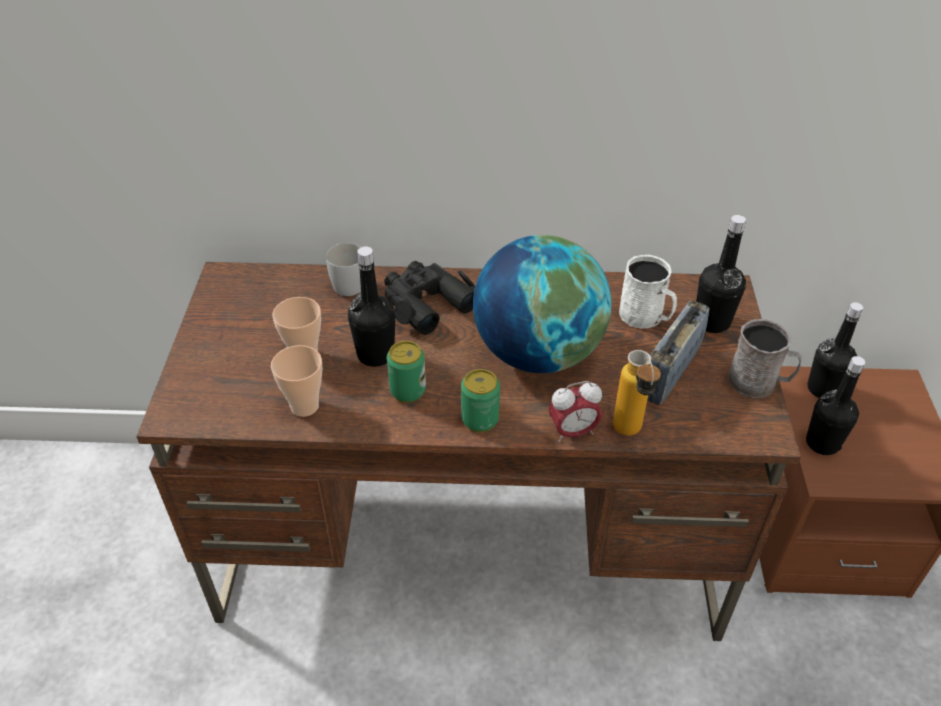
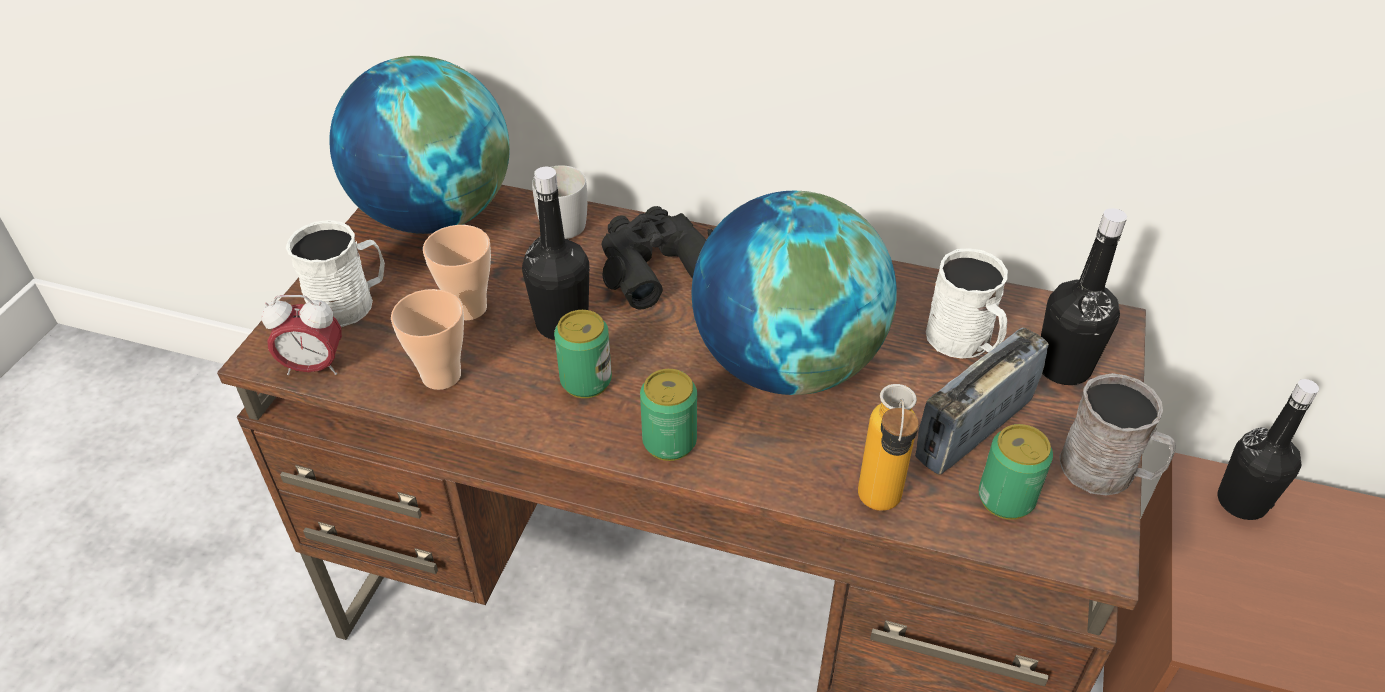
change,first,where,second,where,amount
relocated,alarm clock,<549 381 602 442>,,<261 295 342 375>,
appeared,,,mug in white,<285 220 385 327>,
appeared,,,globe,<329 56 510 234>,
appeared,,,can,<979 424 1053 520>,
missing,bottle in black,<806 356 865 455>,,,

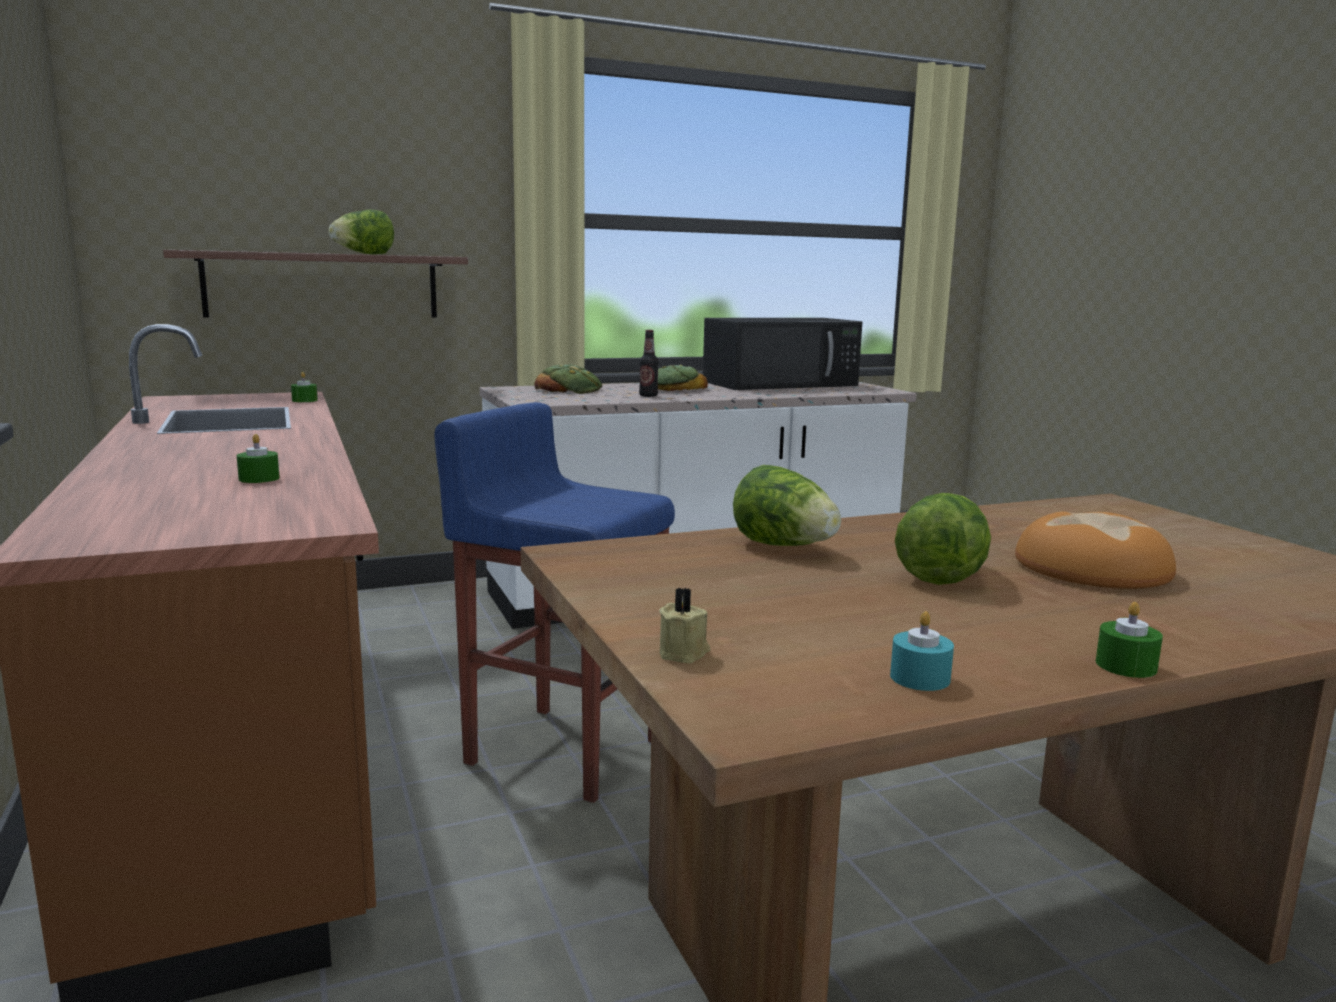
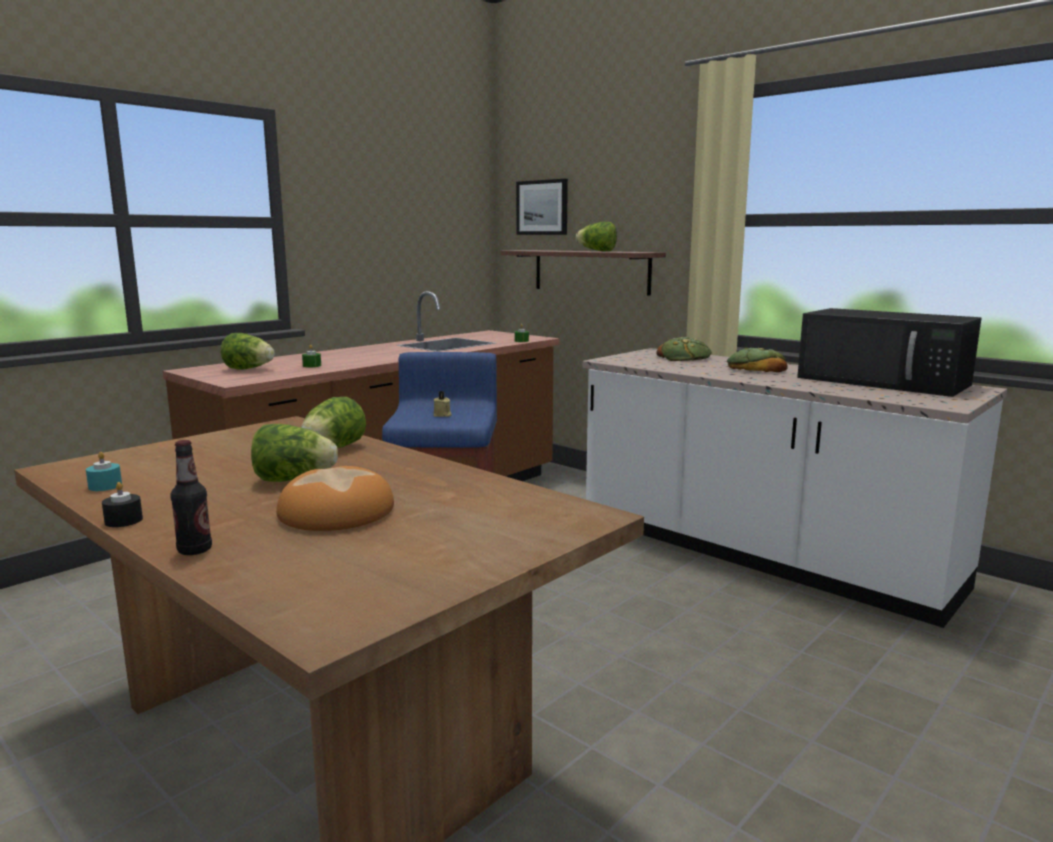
change,first,where,second,where,amount
colour,candle in green,<1096 602 1163 678>,candle in black,<102 482 143 527>,
relocated,bottle,<639 330 659 397>,,<170 440 212 555>,
appeared,,,lettuce,<220 333 275 370>,
relocated,candle in beige,<659 588 710 663>,,<434 391 452 417>,
appeared,,,picture,<516 179 568 235>,

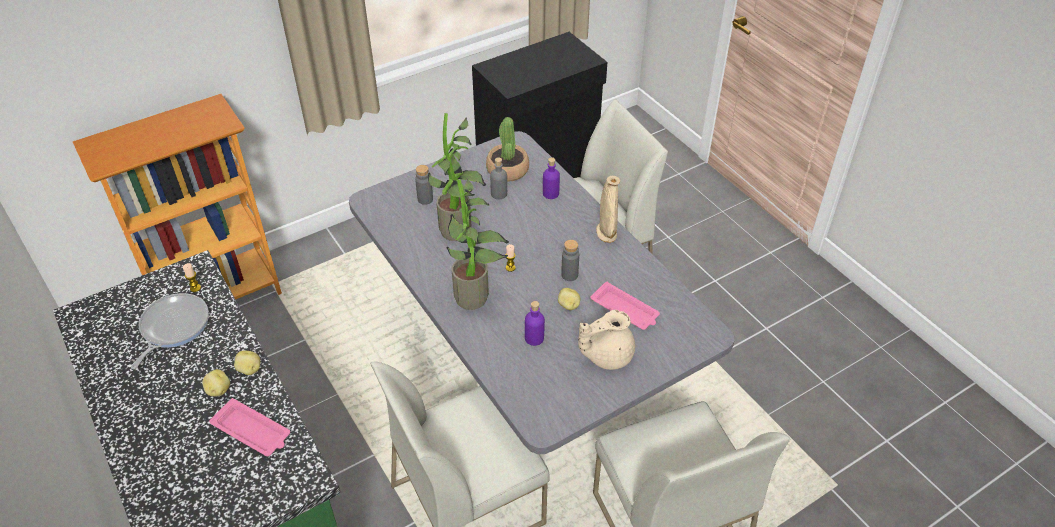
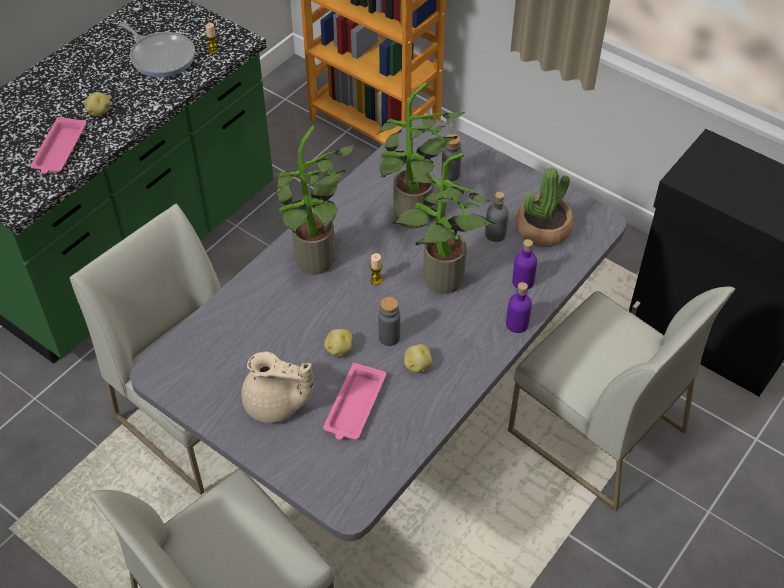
change,first,where,second,where,amount
spun,frying pan,<131 293 209 369>,,<119 22 195 77>,45 degrees clockwise
spun,teapot in beige,<578 310 635 370>,,<242 351 314 423>,150 degrees clockwise
appeared,,,potted plant,<392 152 496 294>,
relocated,potato,<234 350 261 375>,,<404 344 432 373>,
relocated,bottle in purple,<525 301 545 346>,,<506 282 532 333>,
missing,vase in beige,<596 175 620 243>,,,

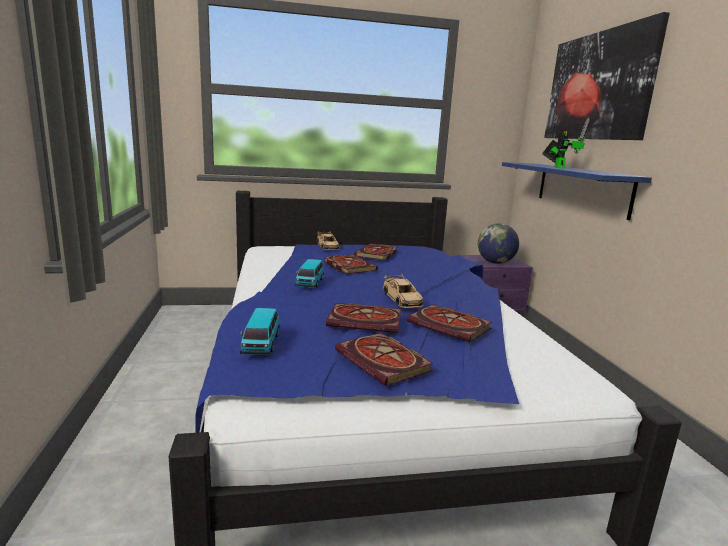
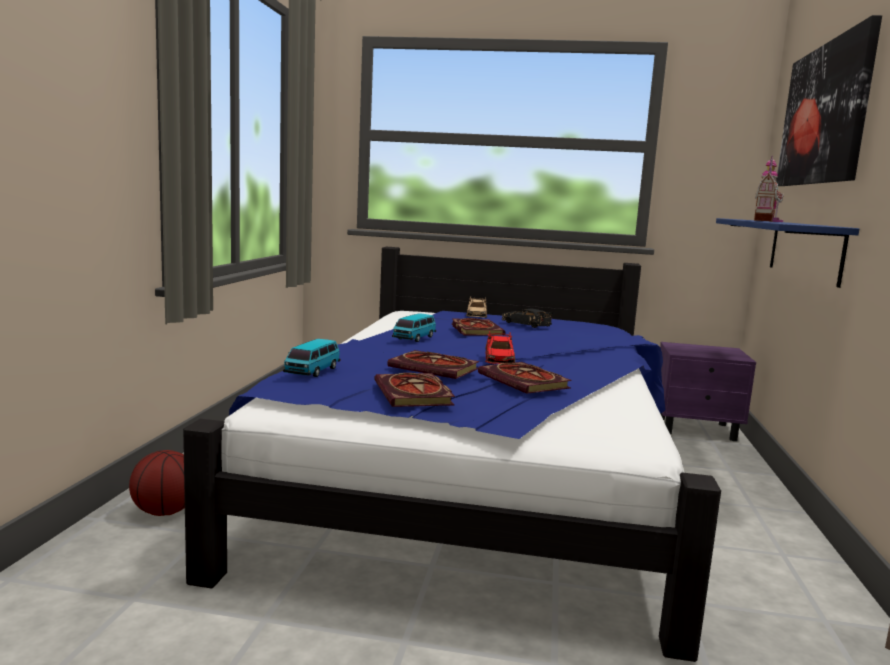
change,first,where,second,where,amount
appeared,,,basketball,<129 450 185 516>,
colour,toy car in beige,<382 274 423 308>,toy car in red,<485 331 516 364>,
exchanged,book,<354 244 398 260>,toy car in black,<501 309 553 328>,
exchanged,toy robot,<542 118 590 168>,toy house,<754 155 784 222>,
missing,globe,<478 223 519 264>,,,

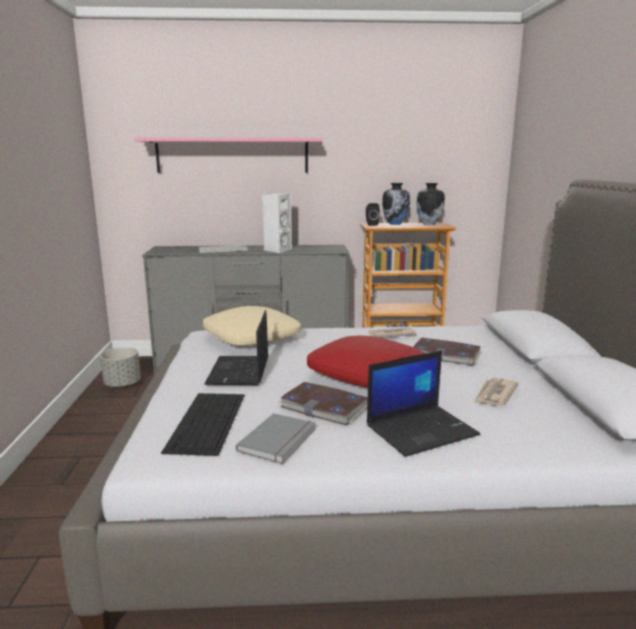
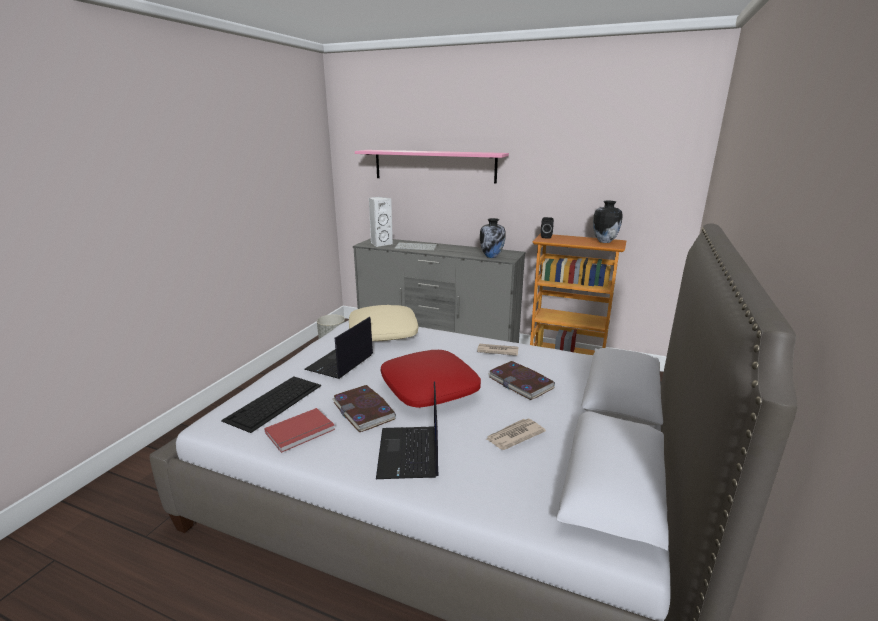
change,first,where,second,where,amount
colour,book in grey,<236 413 316 464>,book in red,<264 408 335 453>,
relocated,speaker in white,<262 193 292 253>,,<369 197 393 247>,
spun,laptop,<367 350 480 457>,,<376 382 439 479>,90 degrees clockwise
relocated,vase,<382 183 410 225>,,<480 218 506 258>,

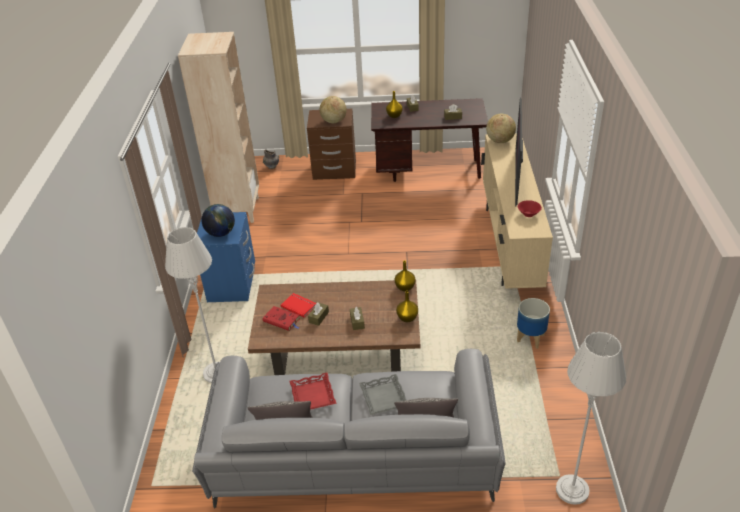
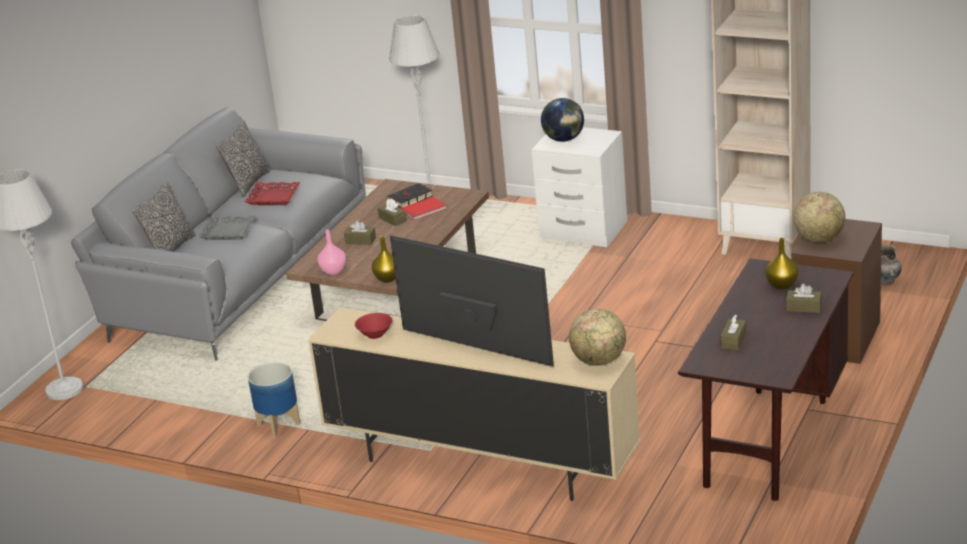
change,first,where,second,where,amount
colour,vase in yellow,<396 291 418 322>,vase in pink,<317 229 346 275>,
colour,book in red,<263 306 300 331>,book in black,<387 183 433 208>,
colour,nightstand in blue,<197 212 255 302>,nightstand in white,<531 127 627 247>,

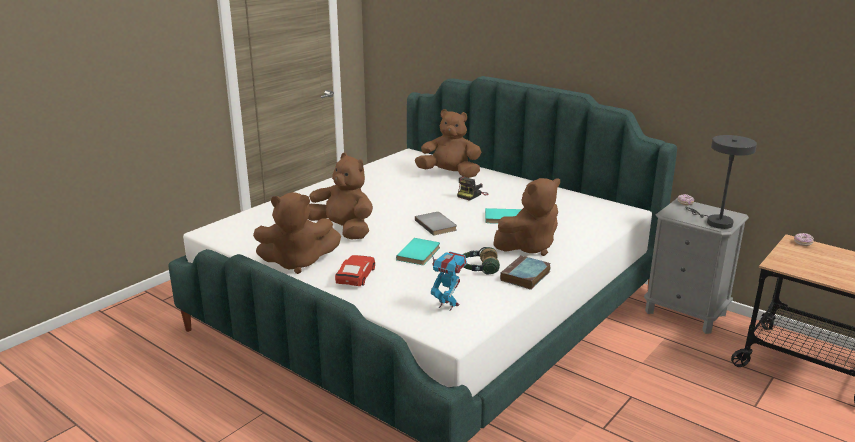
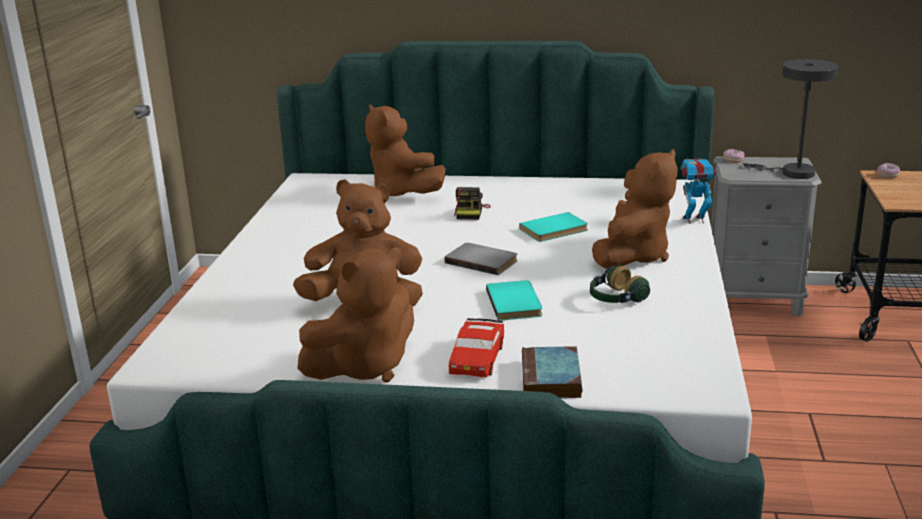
change,first,where,second,where,amount
spun,plush toy in brown,<415 109 481 178>,,<365 104 445 196>,105 degrees counterclockwise
spun,toy car in red,<335 255 375 286>,,<449 318 504 377>,150 degrees counterclockwise
relocated,book,<500 255 551 290>,,<522 347 582 398>,
relocated,toy robot,<431 252 467 311>,,<680 156 718 224>,

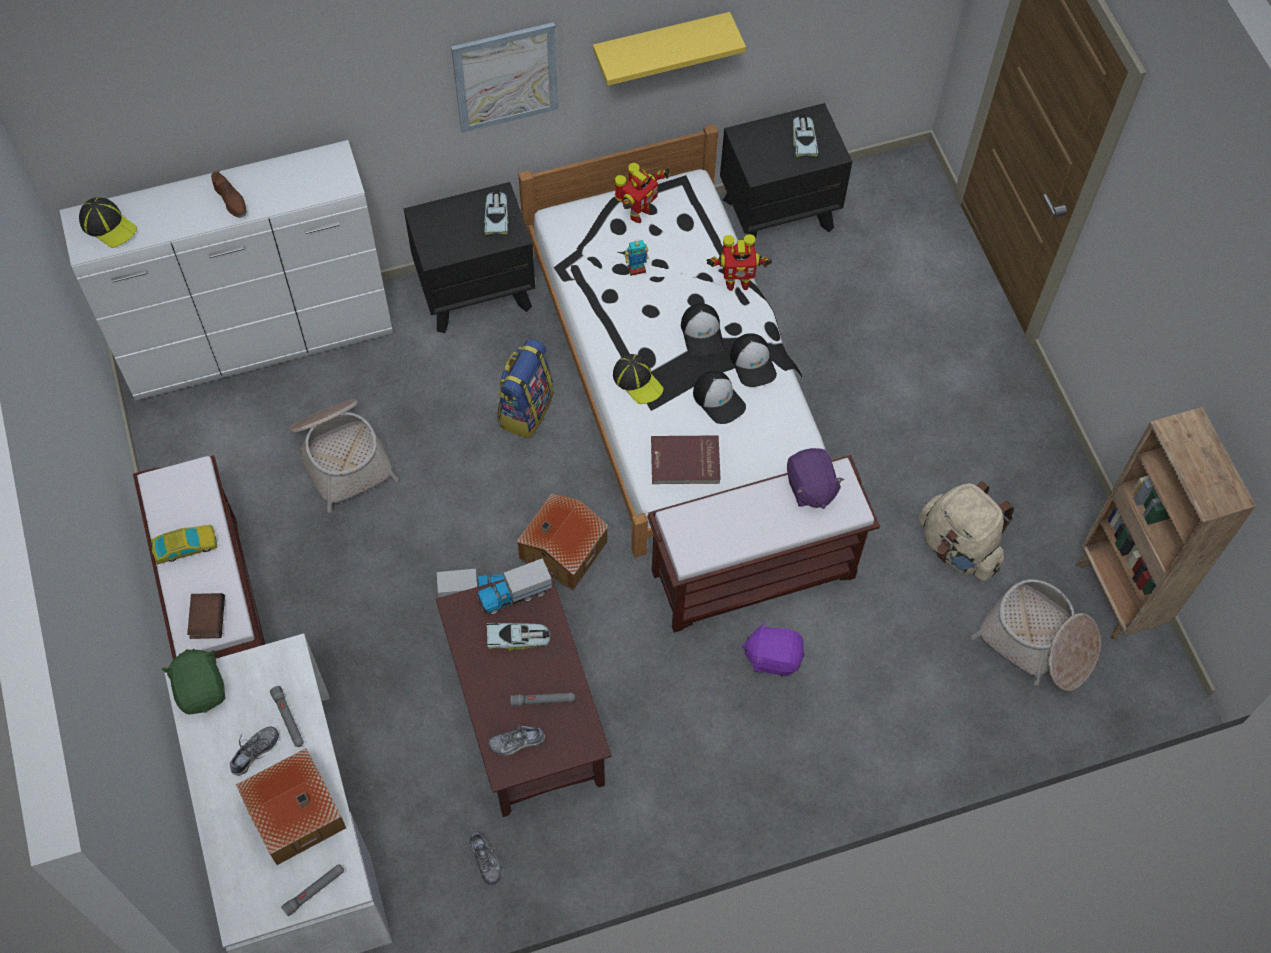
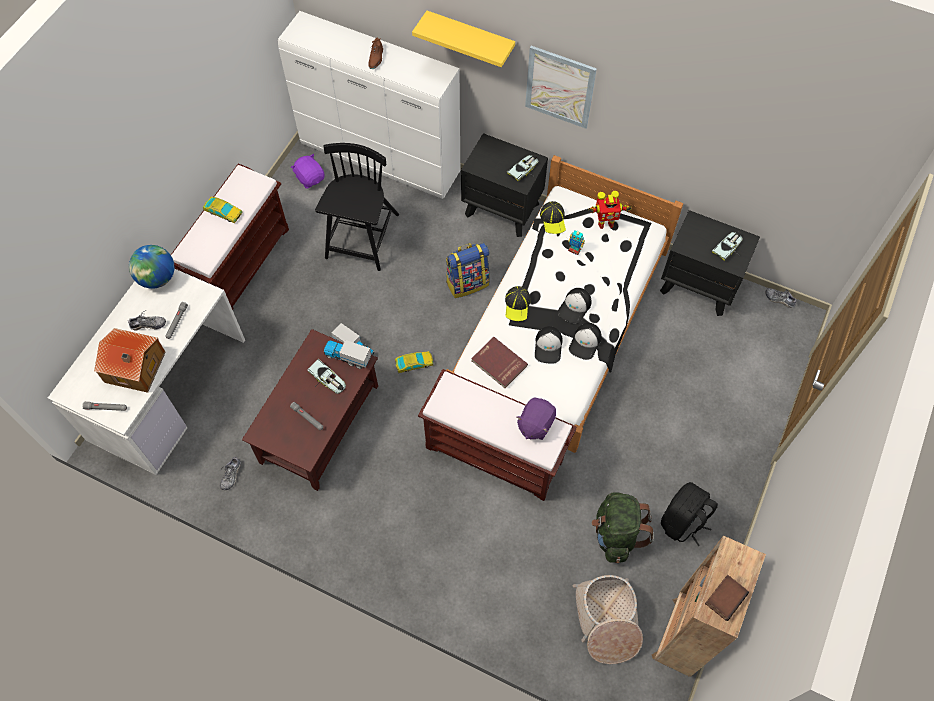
change,first,where,second,where,amount
exchanged,plush toy in green,<161 649 225 714>,globe,<129 245 174 289>,
relocated,plush toy in purple,<741 621 805 676>,,<291 154 325 189>,
exchanged,basket,<290 399 398 513>,chair in black,<315 143 399 271>,
exchanged,toy house,<516 493 608 590>,toy car,<395 351 433 373>,
relocated,shelf in yellow,<593 12 746 86>,,<412 11 515 67>,
relocated,cap,<79 197 137 248>,,<540 201 566 234>,
colour,backpack in beige,<918 481 1014 581>,backpack in green,<592 492 654 563>,
appeared,,,backpack in black,<661 482 718 546>,
relocated,book,<187 593 225 639>,,<705 575 749 621>,
relocated,shoe,<488 723 545 756>,,<765 288 796 308>,
missing,toy robot,<706 234 772 291>,,,

